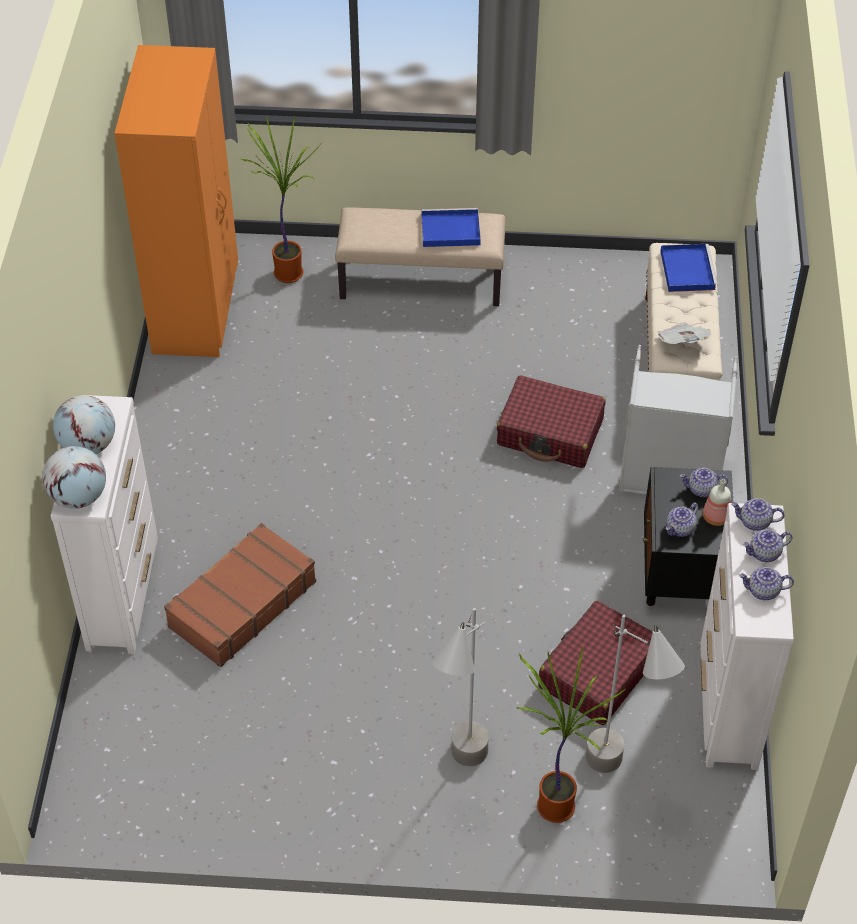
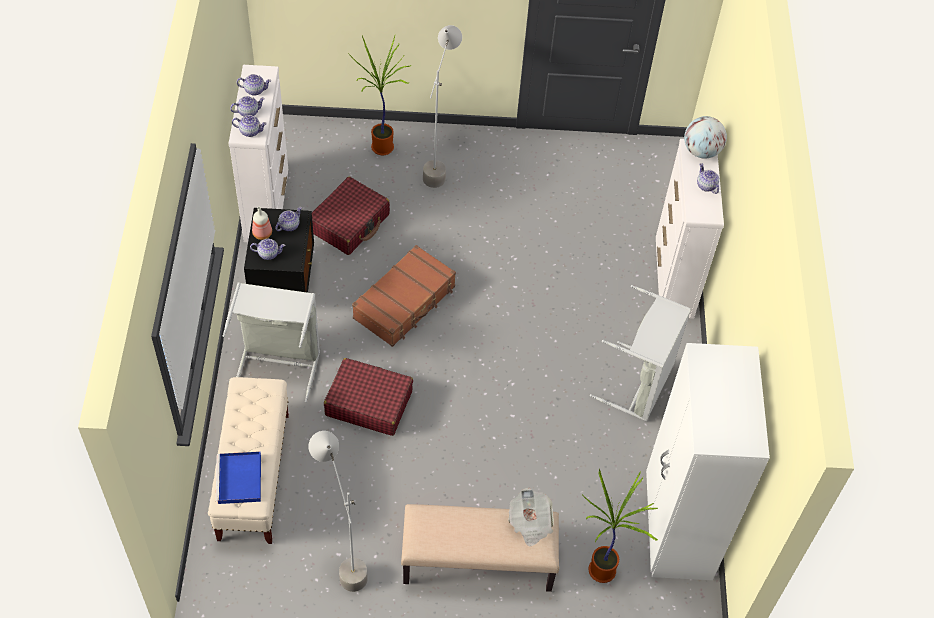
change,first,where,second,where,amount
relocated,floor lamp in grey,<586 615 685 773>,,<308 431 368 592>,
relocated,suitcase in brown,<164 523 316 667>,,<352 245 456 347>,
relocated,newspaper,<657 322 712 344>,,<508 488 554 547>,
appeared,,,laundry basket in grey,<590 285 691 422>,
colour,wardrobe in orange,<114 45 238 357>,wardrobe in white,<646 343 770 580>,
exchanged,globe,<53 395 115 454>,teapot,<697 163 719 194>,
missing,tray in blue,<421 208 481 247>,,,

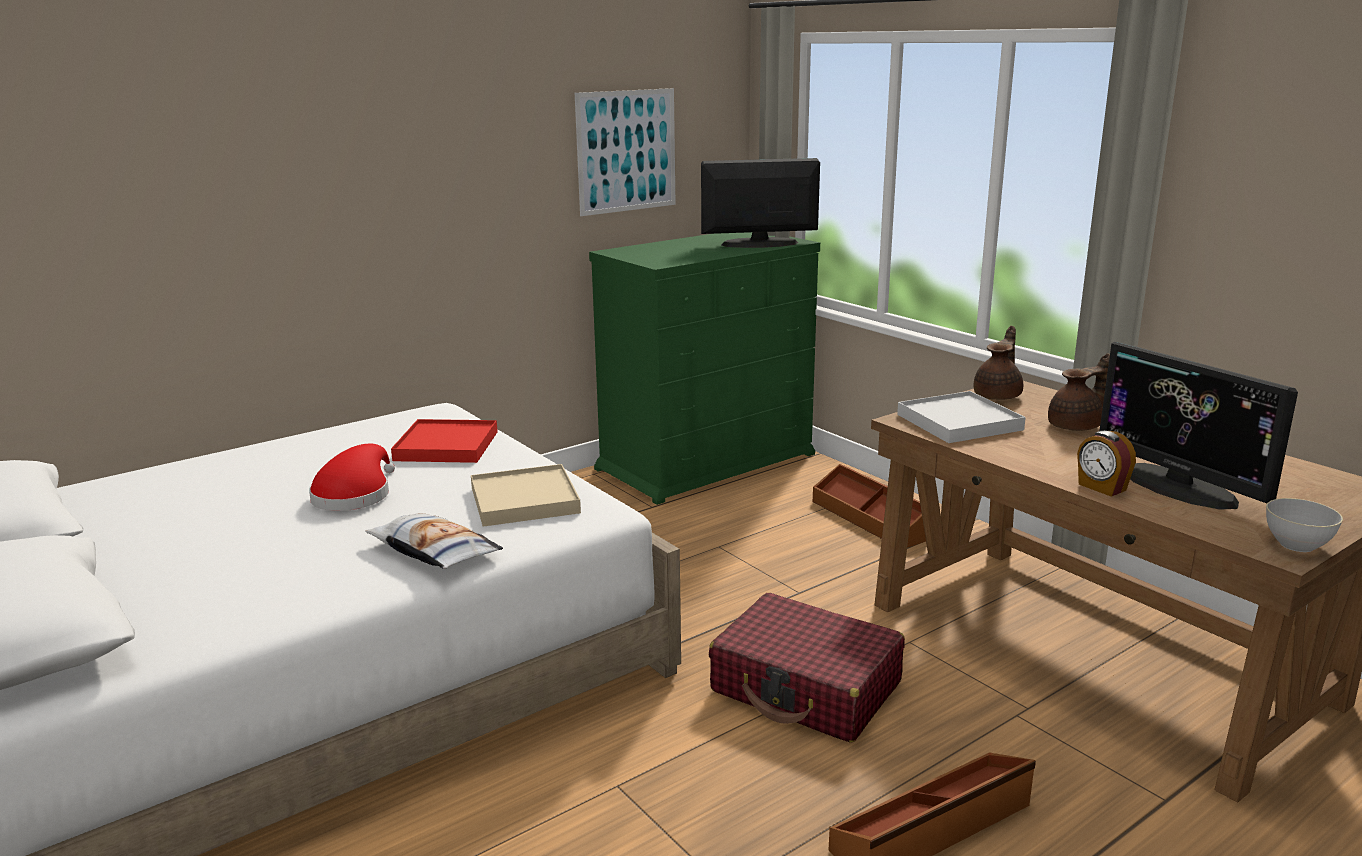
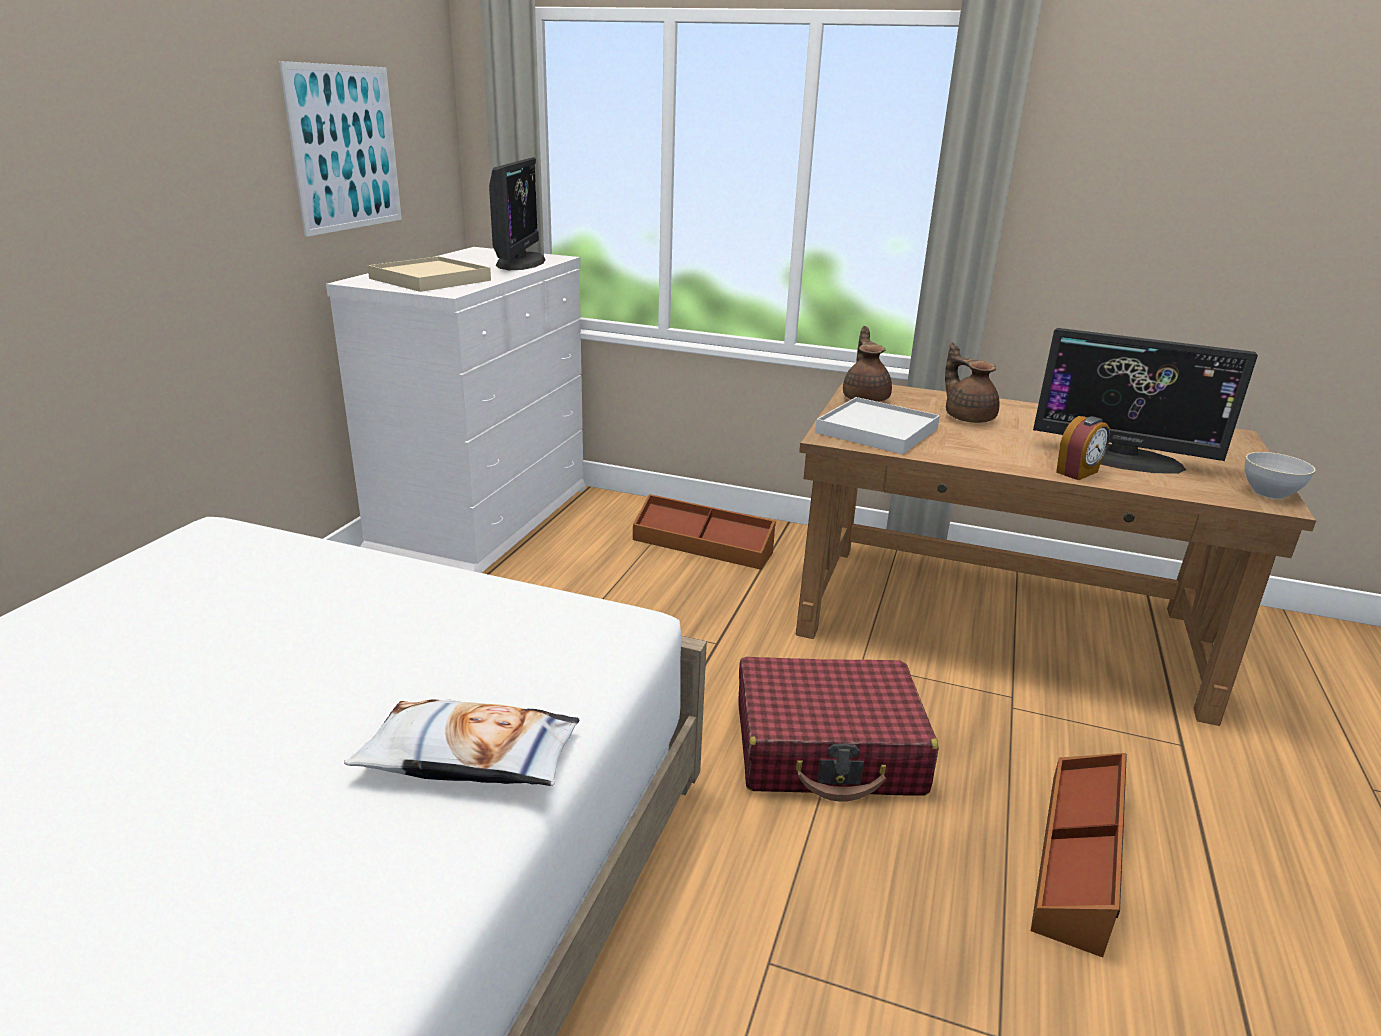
change,first,where,second,where,amount
colour,dresser in green,<589 232 820 505>,dresser in white,<326 247 586 573>,
relocated,tray in beige,<471 464 581 527>,,<368 256 491 292>,
spun,monitor,<701 158 820 248>,,<489 157 546 270>,135 degrees clockwise
spun,teapot in brown,<1048 353 1110 431>,,<945 342 1000 423>,60 degrees counterclockwise
spun,alarm clock,<1077 431 1136 497>,,<1056 416 1110 480>,60 degrees counterclockwise
missing,hat in red,<309 444 395 511>,,,
missing,tray in red,<391 419 498 463>,,,

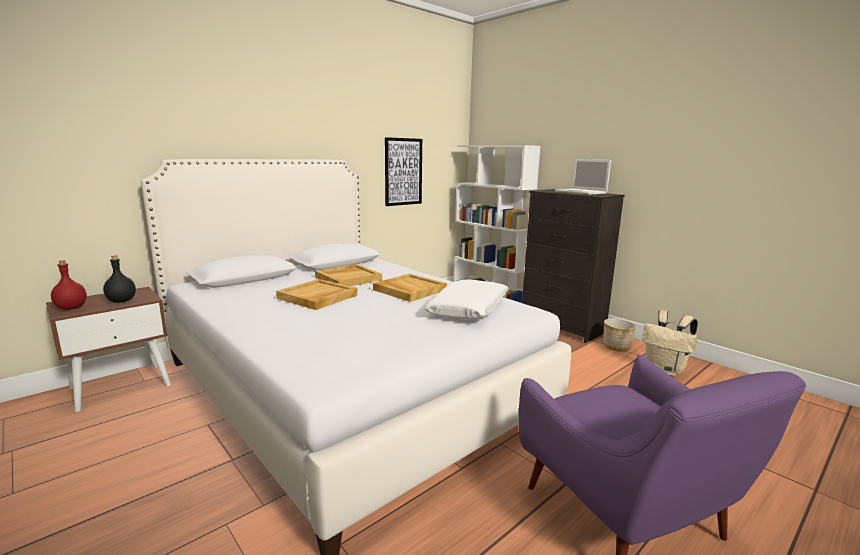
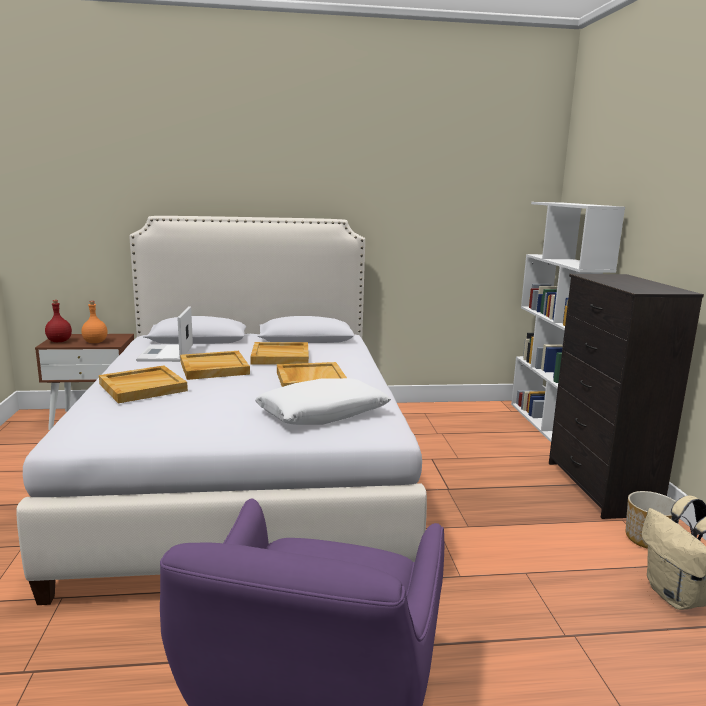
change,first,where,second,where,amount
colour,bottle in black,<103 255 136 303>,bottle in orange,<81 301 107 343>,
appeared,,,tray in beige,<99 365 188 403>,
relocated,laptop,<555 159 611 195>,,<136 306 193 362>,
missing,picture,<385 137 422 206>,,,

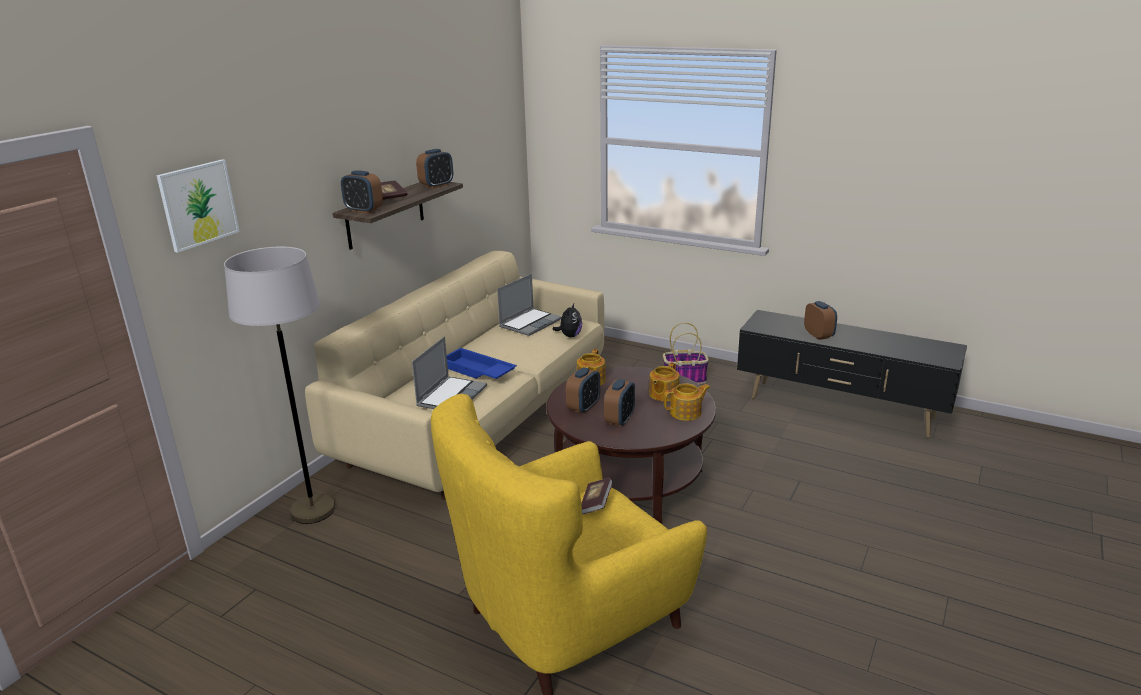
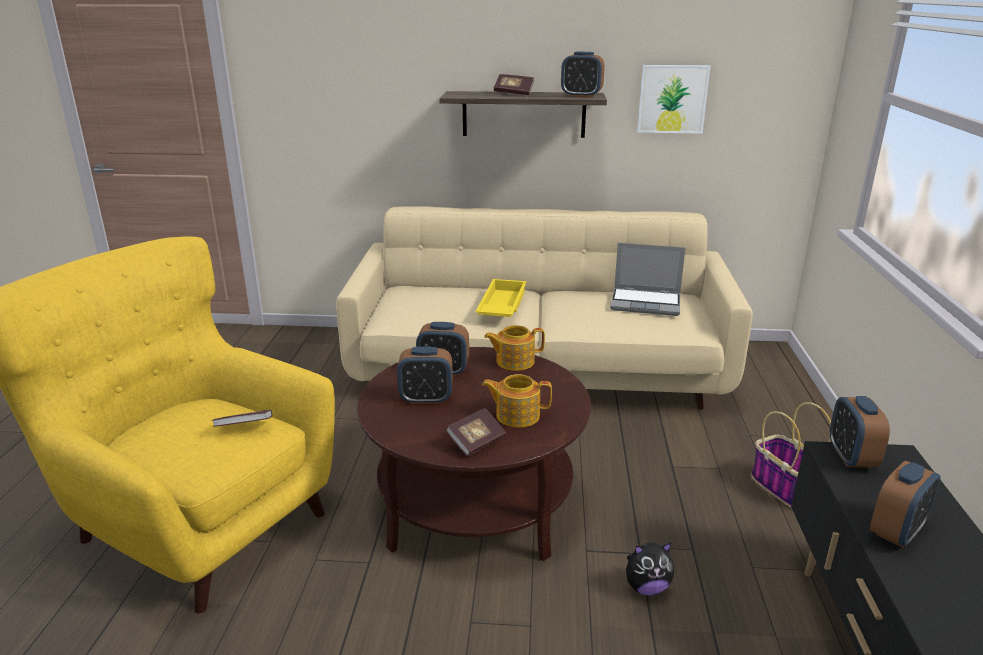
change,first,where,second,where,amount
exchanged,teapot,<664 383 710 421>,book,<446 408 506 456>,
colour,tray in blue,<447 348 517 379>,tray in yellow,<475 279 527 317>,
relocated,plush toy,<553 304 582 338>,,<626 542 674 595>,
relocated,picture,<156 160 240 253>,,<637 65 711 134>,
relocated,alarm clock,<341 170 383 214>,,<830 396 890 468>,
missing,floor lamp in grey,<224 247 335 524>,,,
missing,laptop,<412 336 487 409>,,,

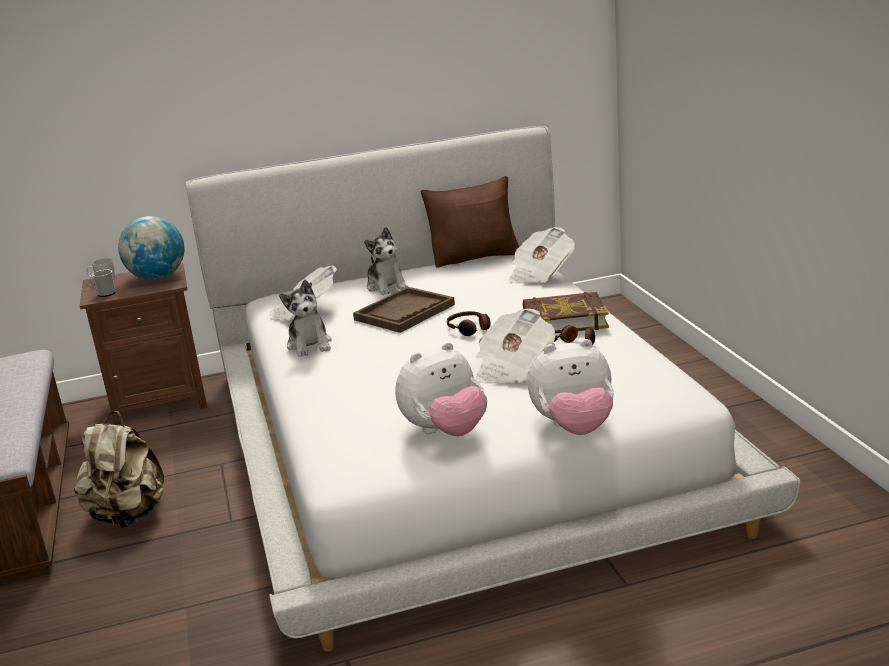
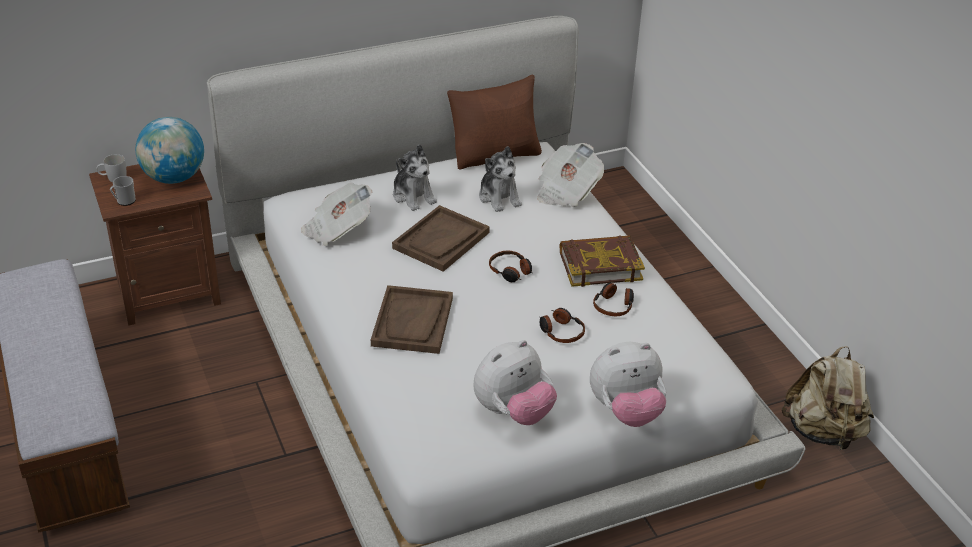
change,first,where,second,where,amount
appeared,,,tray in brown,<371 285 453 354>,
relocated,plush toy,<279 280 331 357>,,<479 146 522 212>,
exchanged,newspaper,<476 309 555 384>,headphones,<539 308 585 343>,
relocated,backpack in beige,<74 411 164 528>,,<782 346 874 450>,

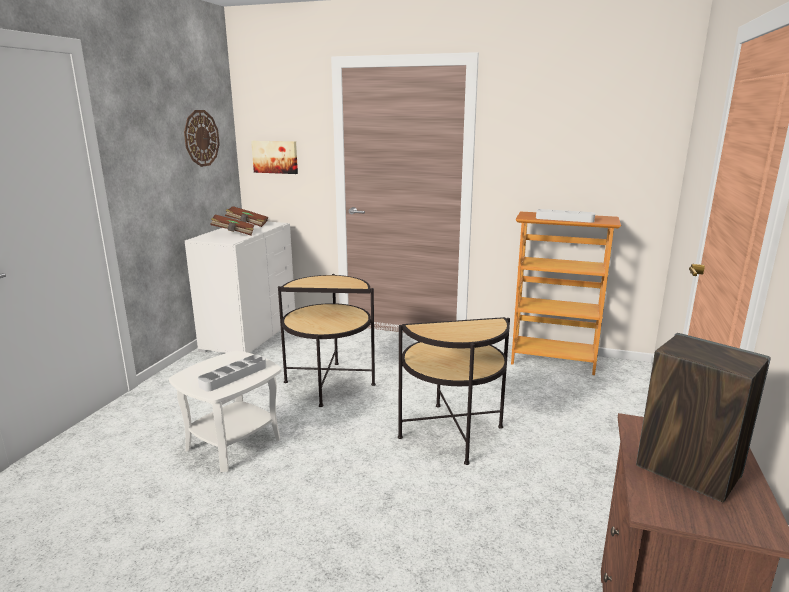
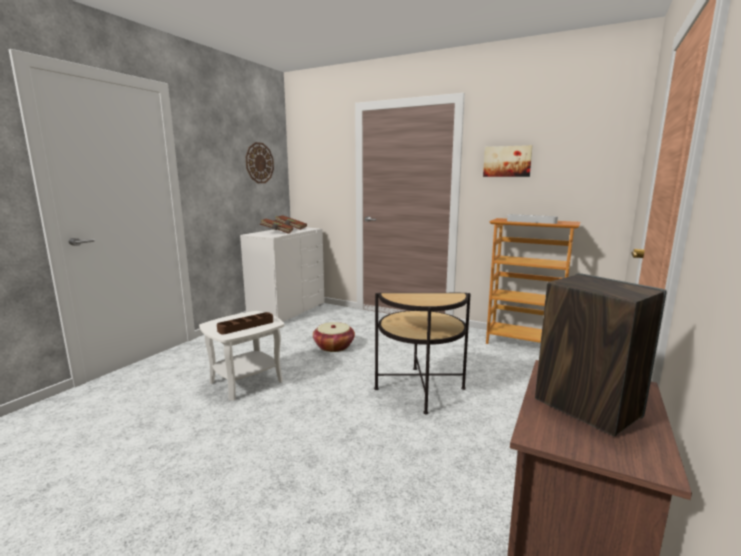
change,first,where,second,where,amount
colour,tray in grey,<198 354 266 391>,tray in brown,<217 312 273 334>,
exchanged,side table,<278 274 376 407>,basket,<313 322 355 352>,
relocated,picture,<251 141 298 174>,,<483 145 533 177>,

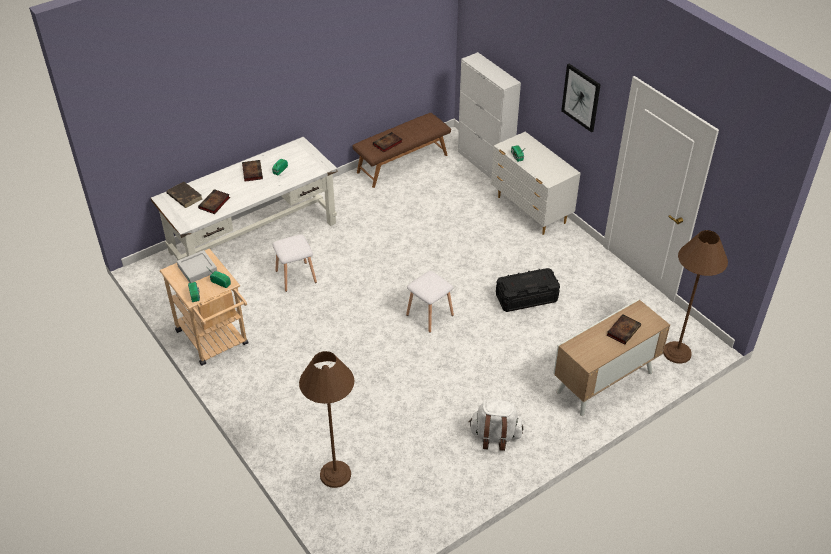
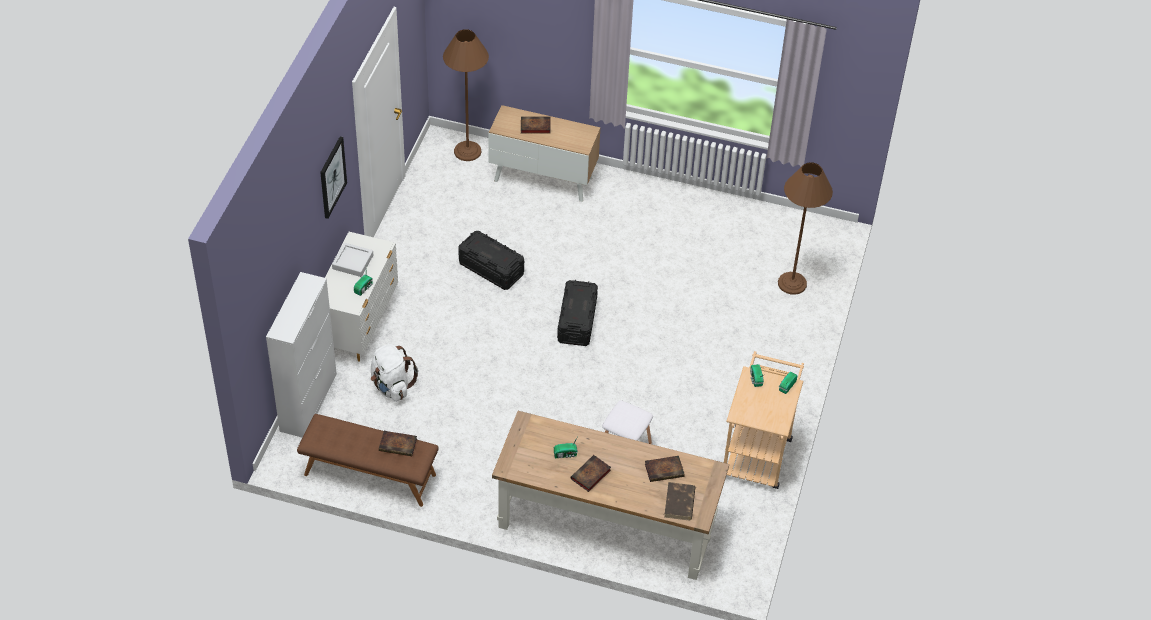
change,first,where,second,where,amount
relocated,tray in grey,<177 250 217 283>,,<332 243 373 277>,
relocated,backpack in white,<469 400 523 451>,,<371 344 418 402>,
colour,desk in white,<151 137 337 260>,desk in brown,<492 411 729 580>,
exchanged,stool in white,<406 271 454 333>,storage box in black,<557 280 598 346>,

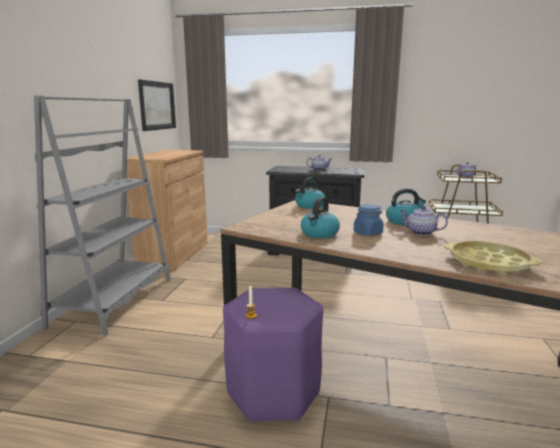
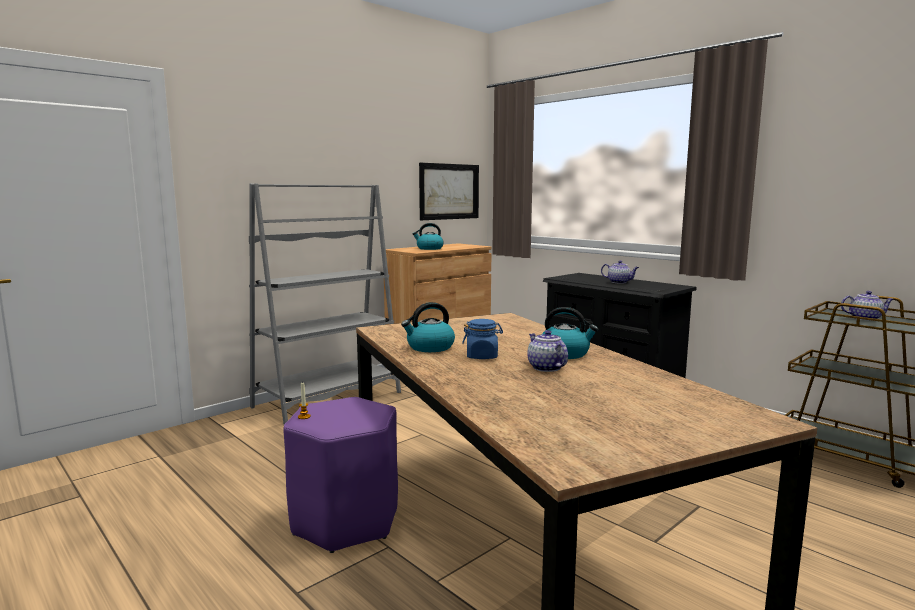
change,first,where,second,where,amount
relocated,kettle,<295 177 326 209>,,<413 223 444 250>,
missing,tray in yellow,<444 241 542 274>,,,

